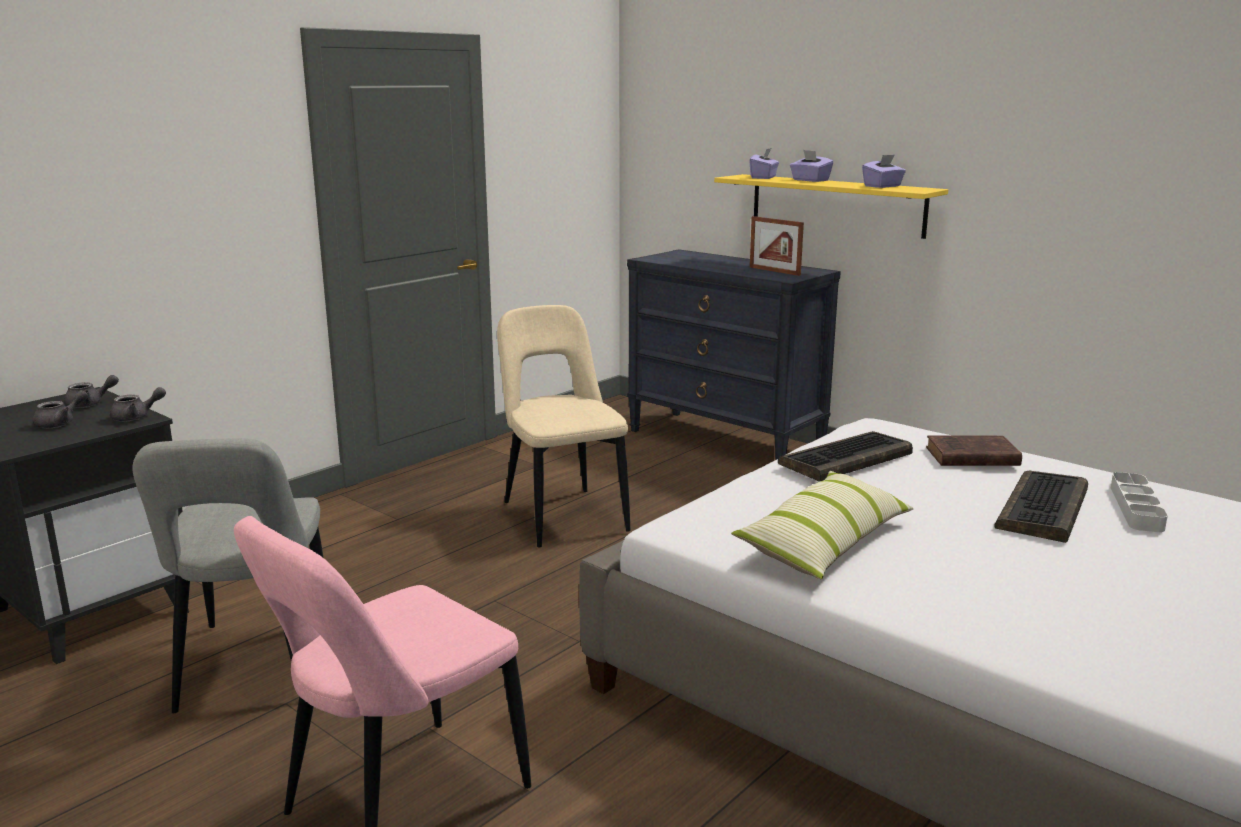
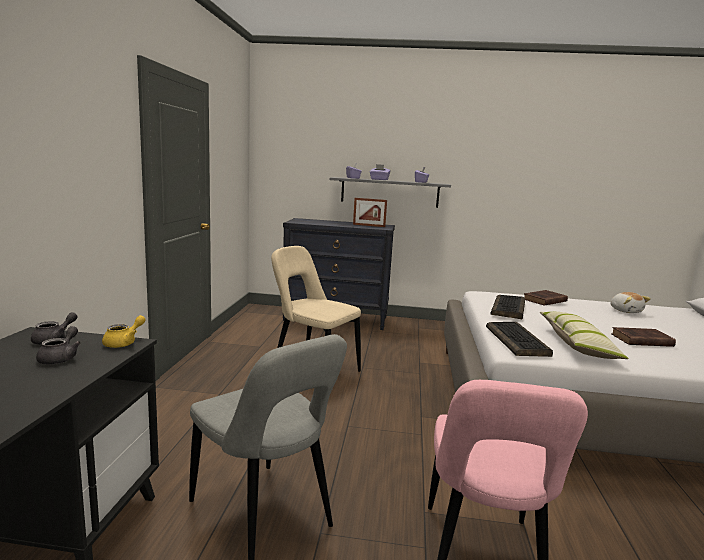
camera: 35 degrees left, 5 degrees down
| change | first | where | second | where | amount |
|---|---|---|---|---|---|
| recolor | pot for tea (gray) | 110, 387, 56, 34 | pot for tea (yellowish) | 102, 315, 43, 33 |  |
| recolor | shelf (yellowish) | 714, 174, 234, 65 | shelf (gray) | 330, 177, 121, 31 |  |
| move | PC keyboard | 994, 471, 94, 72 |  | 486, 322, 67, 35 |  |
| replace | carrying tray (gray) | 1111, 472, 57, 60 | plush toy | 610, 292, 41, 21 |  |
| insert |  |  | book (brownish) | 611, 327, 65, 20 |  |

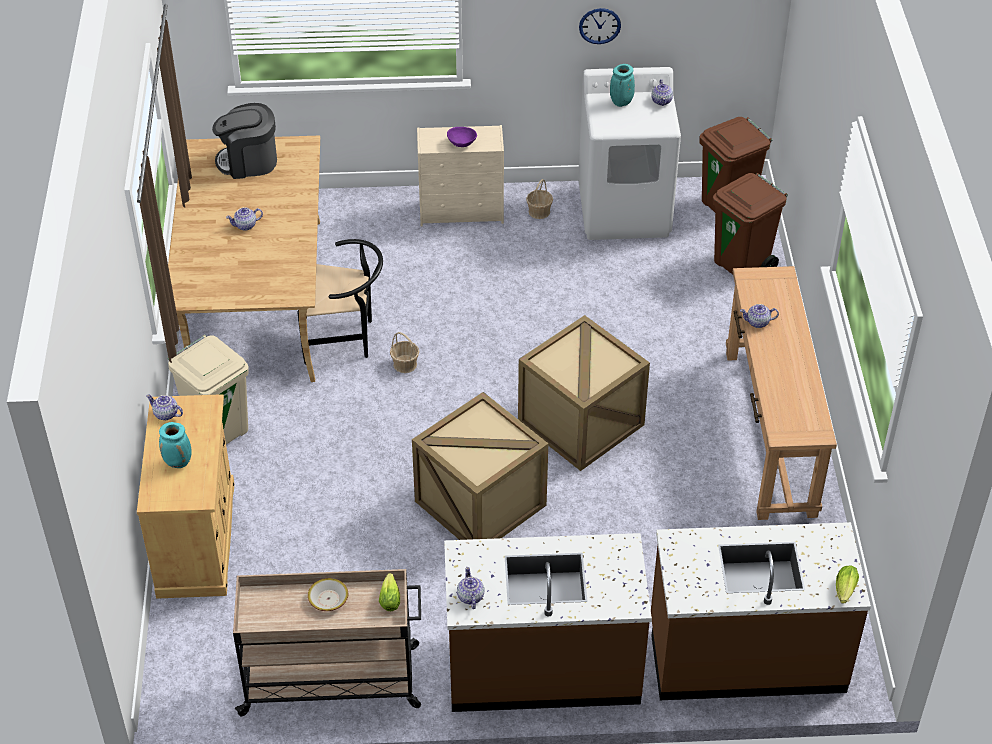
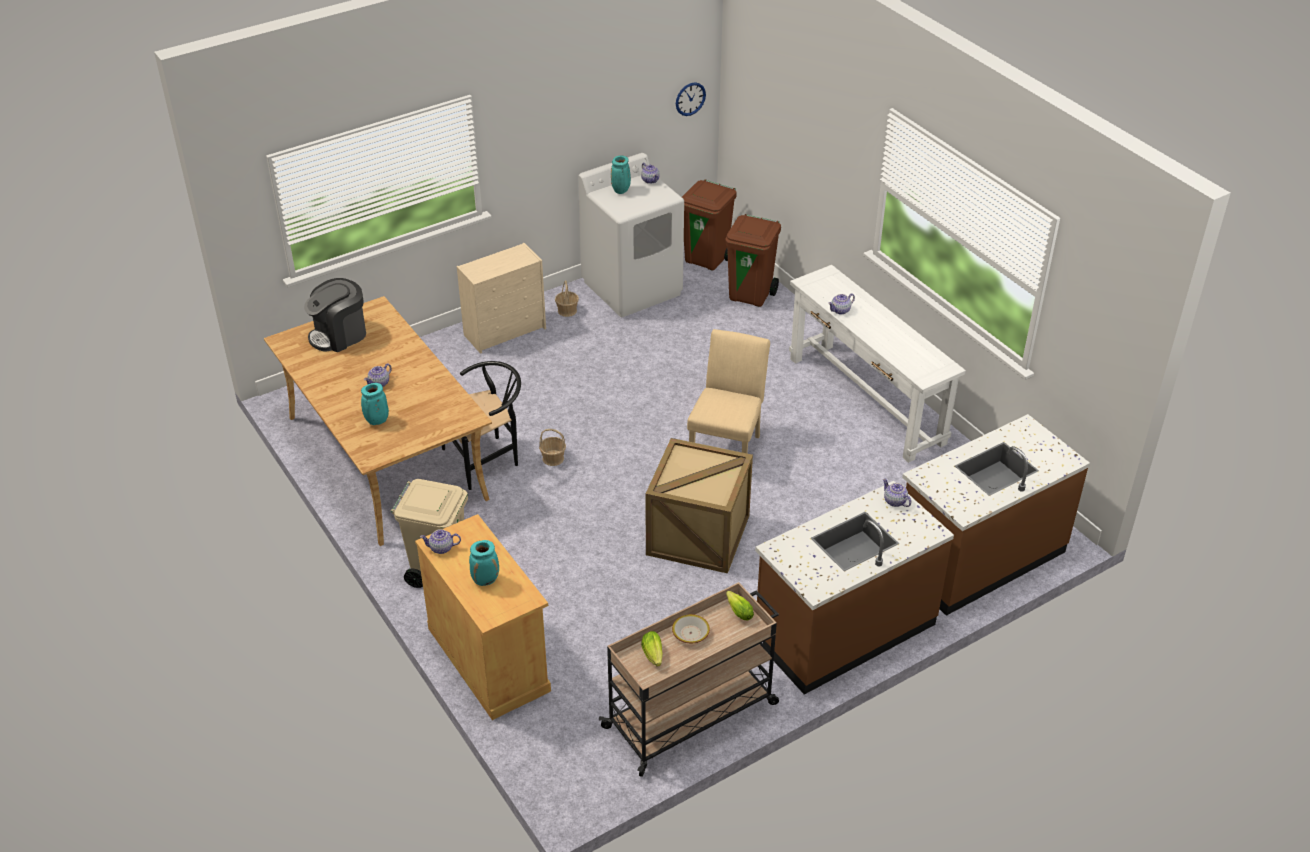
camera: 30 degrees left, 5 degrees down
| change | first | where | second | where | amount |
|---|---|---|---|---|---|
| insert |  |  | vase (turquoise) | 361, 383, 28, 42 |  |
| move | head of lettuce | 836, 566, 23, 38 |  | 641, 631, 22, 36 |  |
| move | hanging clock | 579, 8, 42, 36 |  | 676, 82, 30, 34 |  |
| replace | crate | 518, 315, 132, 156 | upright chair (sand-coloured) | 687, 329, 83, 124 |  |
| recolor | narrow table (brownish) | 726, 266, 111, 254 | narrow table (whitish) | 789, 265, 177, 198 |  |
| move | pot for tea | 457, 567, 28, 42 |  | 883, 479, 28, 28 |  |
| delete | deep dish (purple-coloured) | 447, 127, 30, 20 |  |  |  |

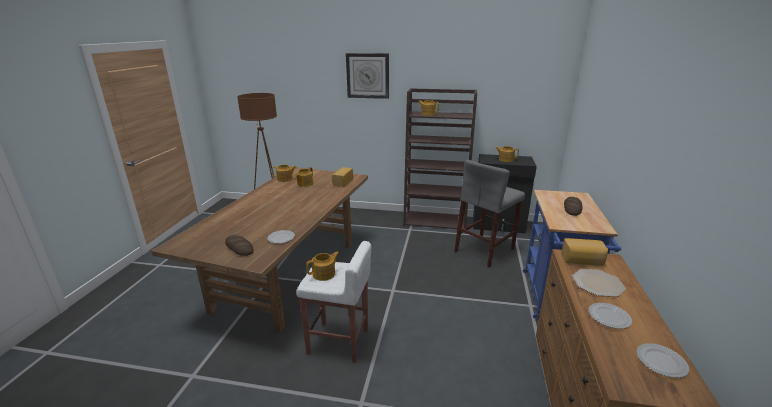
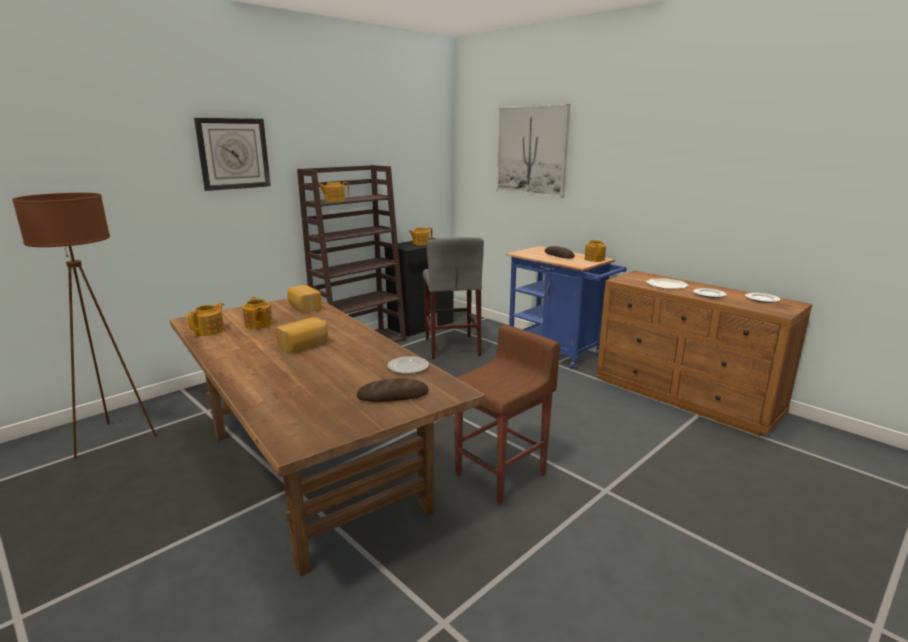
camera: 55 degrees left, 5 degrees down
| change | first | where | second | where | amount |
|---|---|---|---|---|---|
| move | bakery bread | 561, 238, 47, 28 |  | 276, 317, 52, 37 |  |
| recolor | stool seat (whitish) | 296, 241, 75, 122 | stool seat (brownish) | 454, 325, 107, 179 |  |
| insert |  |  | picture | 496, 104, 74, 94 |  |
| move | pot for tea | 306, 252, 34, 29 |  | 585, 240, 21, 22 |  |

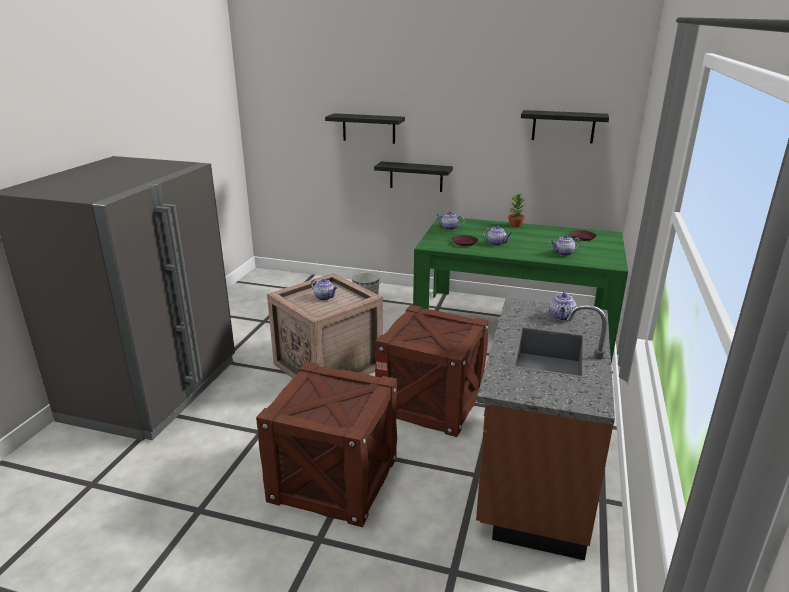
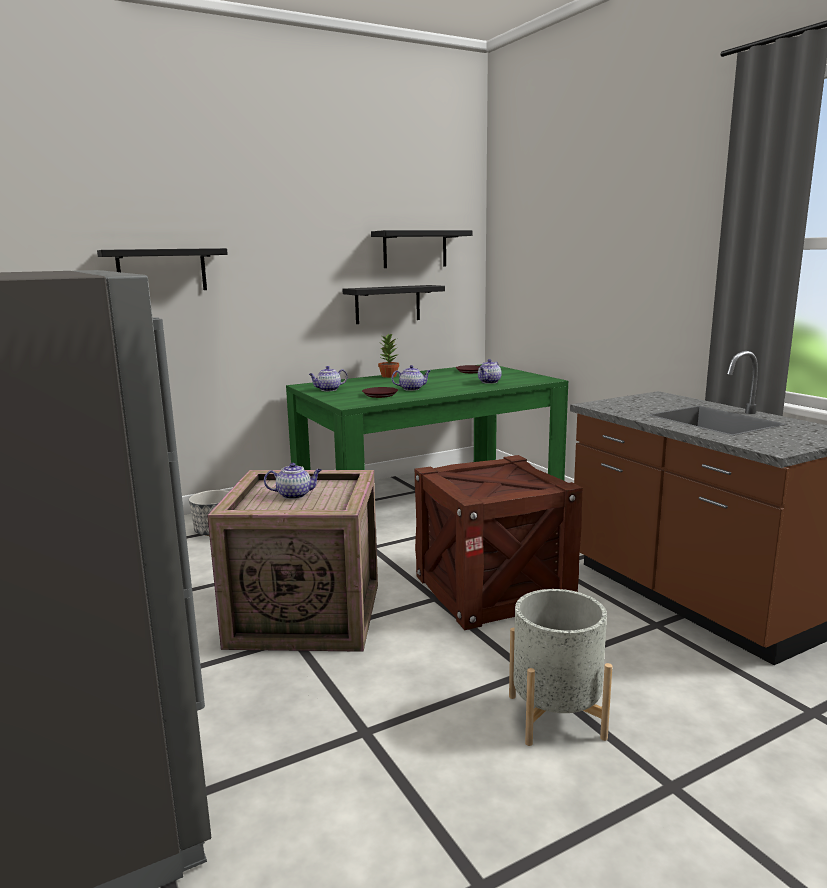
camera: 45 degrees left, 10 degrees down
| change | first | where | second | where | amount |
|---|---|---|---|---|---|
| move | shelf (black) | 374, 161, 79, 31 |  | 343, 285, 102, 39 |  |
| replace | crate | 256, 362, 141, 165 | flower pot (gray) | 509, 589, 103, 157 |  |
| delete | pot for tea | 549, 291, 28, 30 |  |  |  |

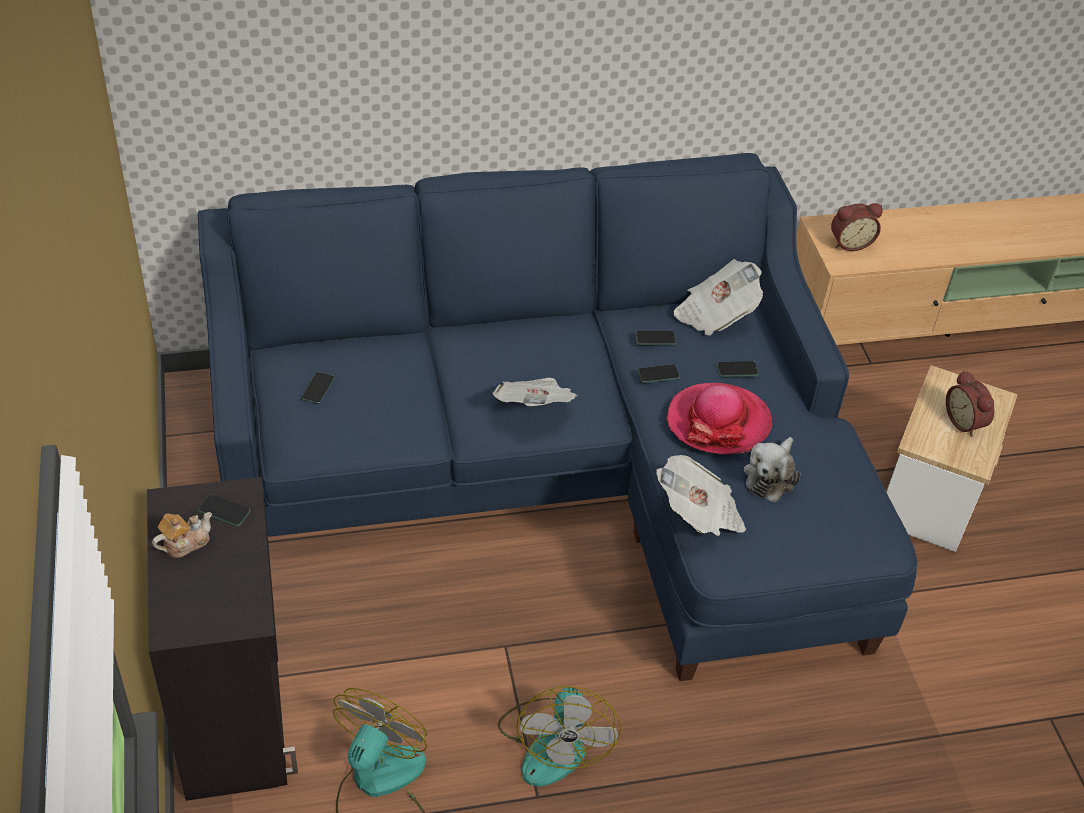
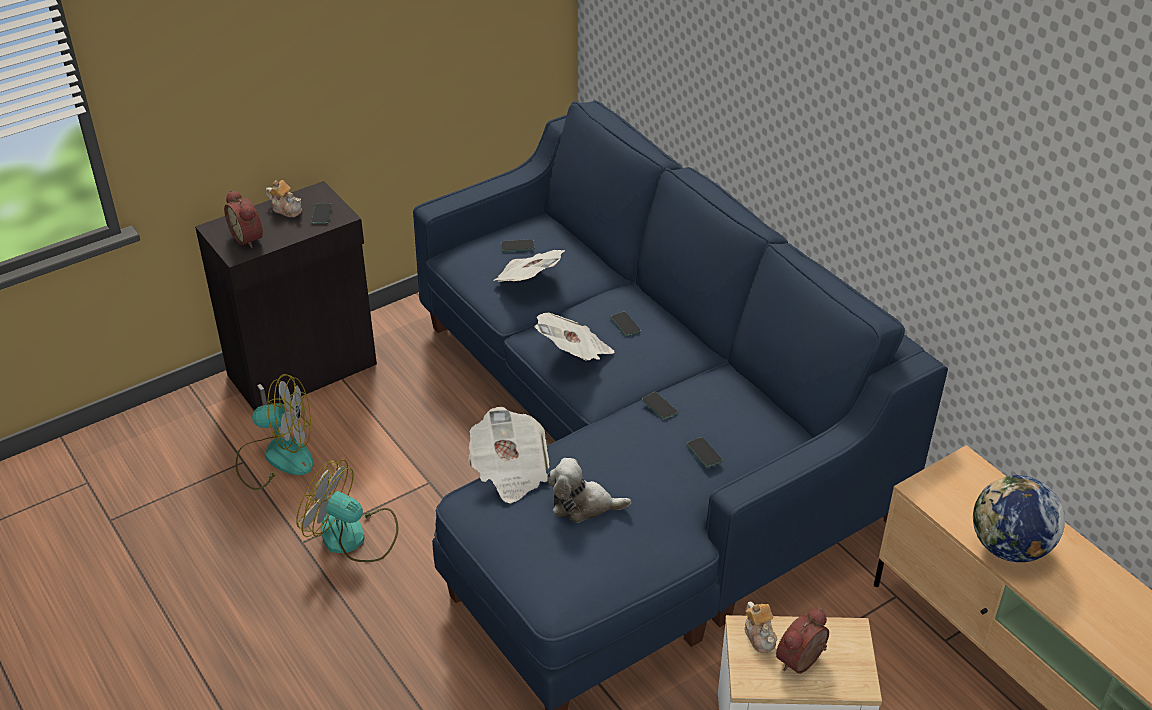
camera: 70 degrees right, 5 degrees down
| change | first | where | second | where | amount |
|---|---|---|---|---|---|
| move | table clock | 831, 203, 52, 48 |  | 224, 190, 39, 58 |  |
| rotate | cooling fan | 497, 686, 125, 101 |  | 296, 460, 102, 102 | 45 degrees clockwise |
| move | newspaper | 674, 259, 89, 77 |  | 493, 250, 72, 32 |  |
| move | telephone | 635, 331, 41, 14 |  | 610, 312, 31, 25 |  |
| insert |  |  | pot for tea | 745, 601, 32, 52 |  |
| insert |  |  | world globe | 973, 475, 92, 87 |  |
| delete | clothing hat | 667, 383, 105, 72 |  |  |  |

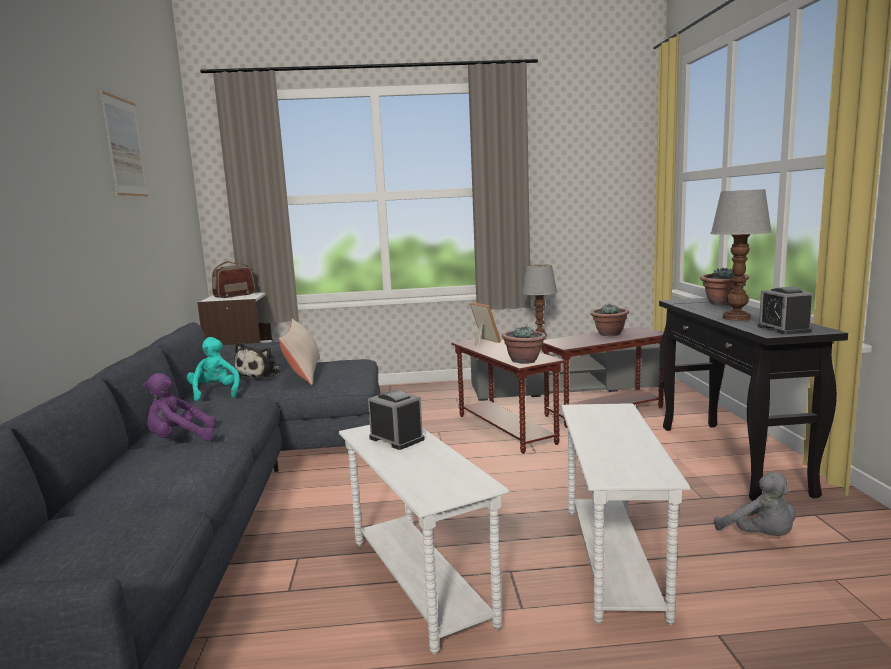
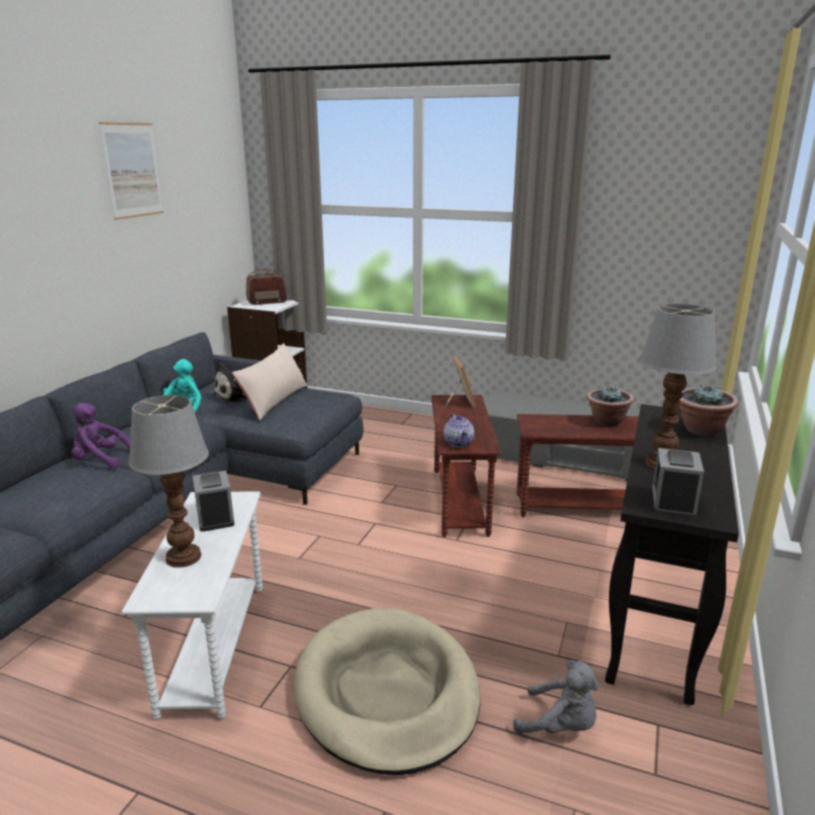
camera: 25 degrees right, 10 degrees up
| change | first | where | second | where | amount |
|---|---|---|---|---|---|
| move | tabletop lamp | 521, 264, 37, 85 |  | 129, 395, 80, 173 |  |
| replace | end table (whitish) | 561, 403, 129, 222 | pet bed (sand-coloured) | 294, 608, 186, 167 |  |
| replace | potted plant | 502, 326, 44, 38 | pot for tea | 443, 414, 31, 33 |  |
| rotate | plush toy (gray) | 714, 472, 82, 64 |  | 513, 660, 86, 74 | 60 degrees counterclockwise |

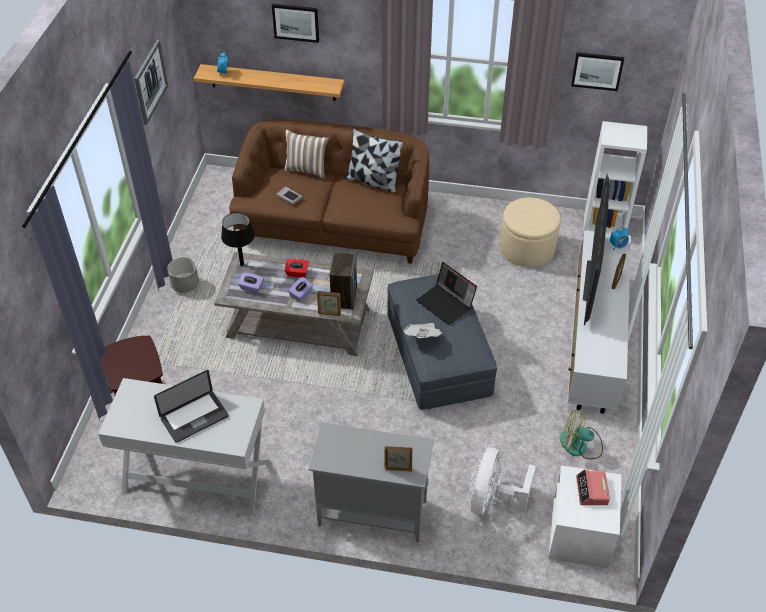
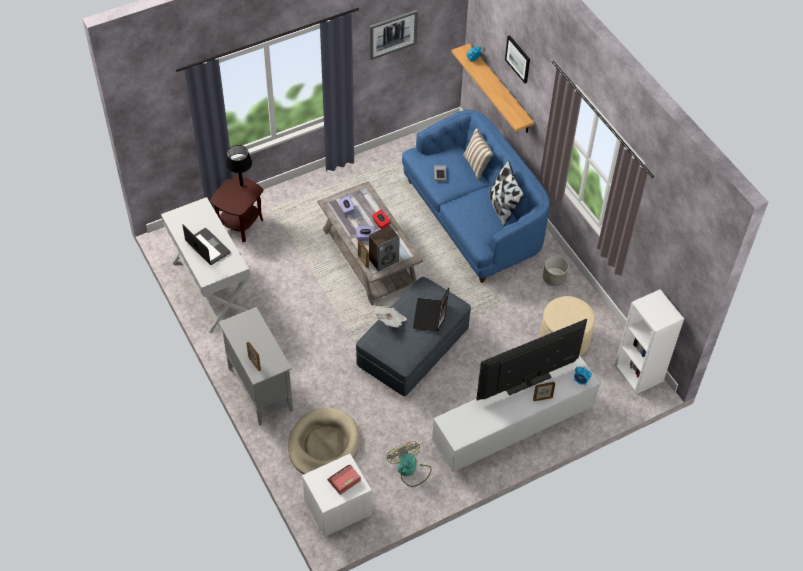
camera: 50 degrees right, 5 degrees up
| change | first | where | second | where | amount |
|---|---|---|---|---|---|
| rotate | laptop | 154, 370, 75, 73 |  | 182, 224, 48, 41 | 150 degrees counterclockwise |
| move | tabletop lamp (black) | 221, 212, 34, 54 |  | 226, 145, 26, 41 |  |
| replace | cooling fan (whitish) | 469, 448, 67, 67 | pet bed (sand-coloured) | 288, 408, 72, 66 |  |
| recolor | settee (brownish) | 229, 119, 200, 145 | settee (blue-coloured) | 402, 110, 147, 173 |  |
| move | flower pot (gray) | 167, 257, 32, 36 |  | 543, 256, 26, 30 |  |
| delete | picture | 571, 52, 53, 39 |  |  |  |

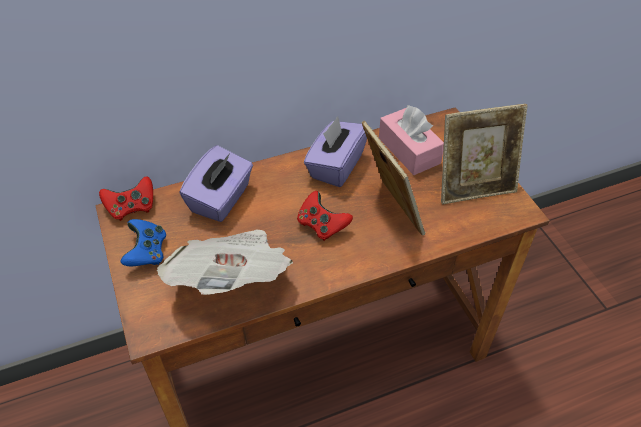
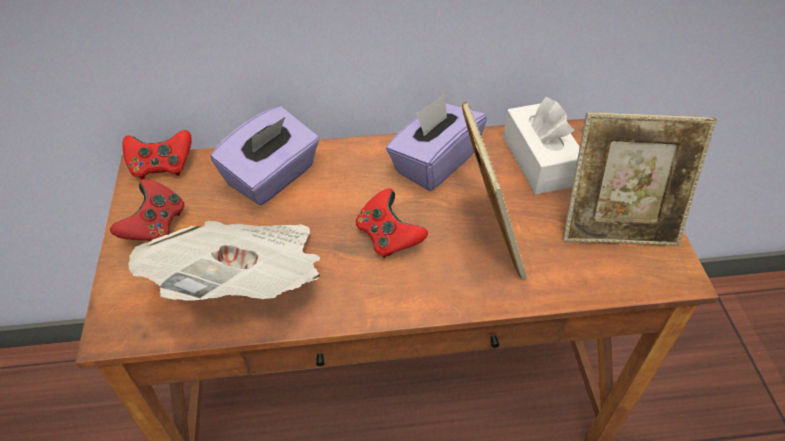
camera: 15 degrees right, 0 degrees up
| change | first | where | second | where | amount |
|---|---|---|---|---|---|
| recolor | game controller (blue-coloured) | 120, 219, 46, 47 | game controller (red) | 110, 179, 74, 62 |  |
| recolor | tissue box (pinkish) | 379, 105, 65, 70 | tissue box (whitish) | 503, 97, 77, 97 |  |

